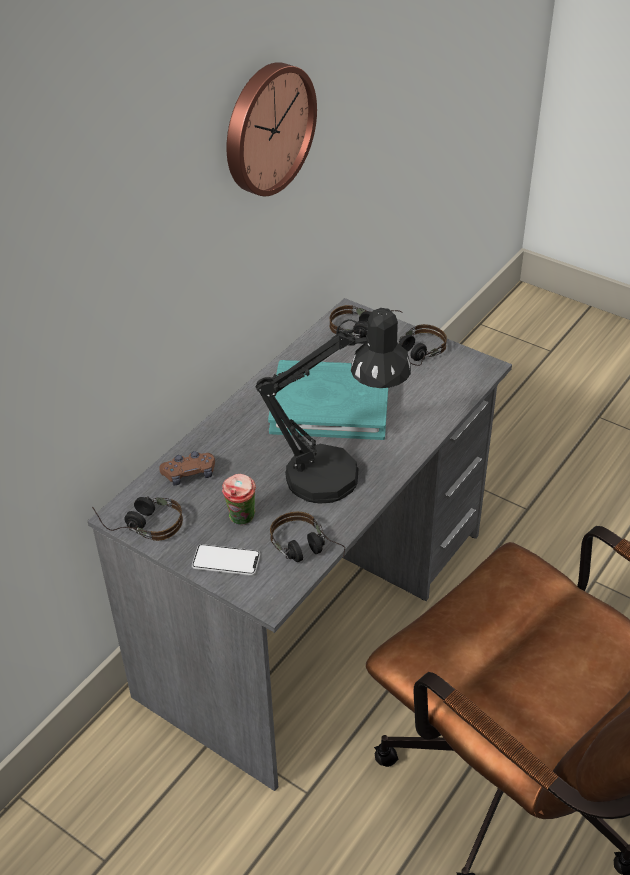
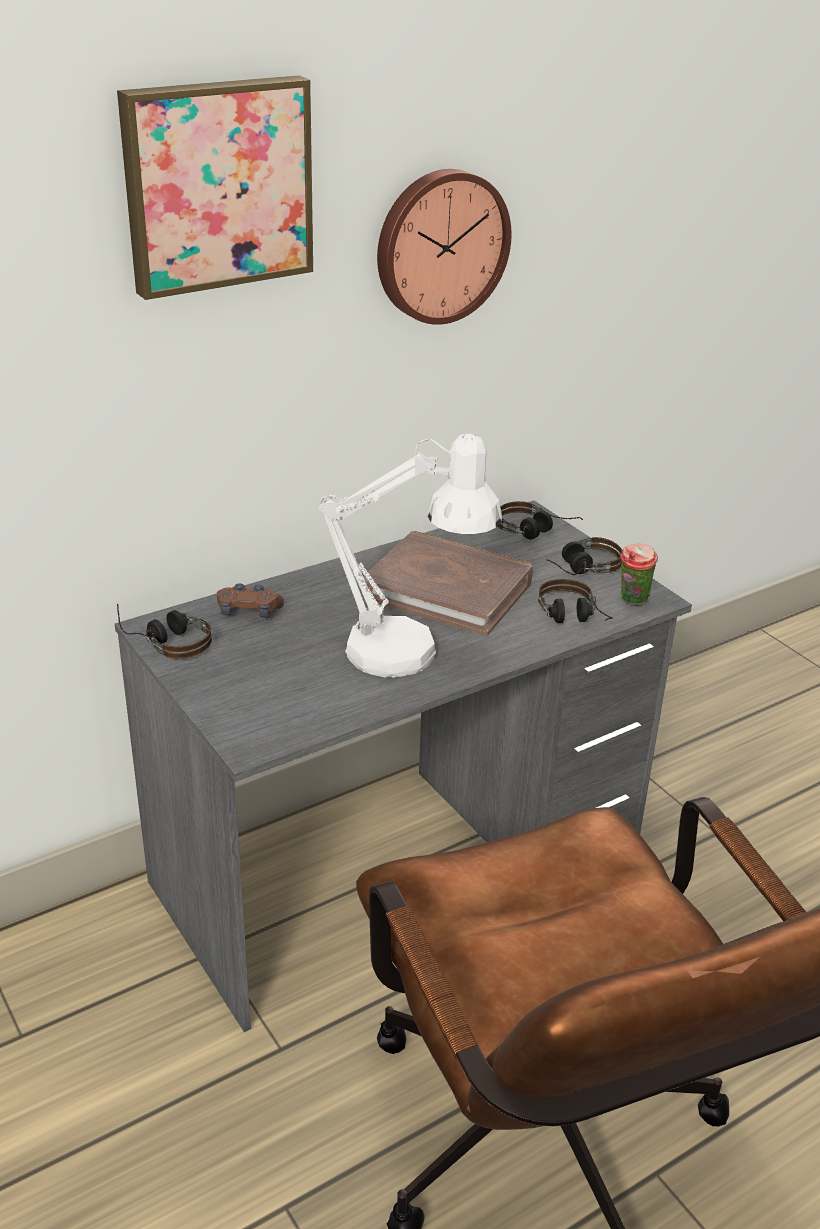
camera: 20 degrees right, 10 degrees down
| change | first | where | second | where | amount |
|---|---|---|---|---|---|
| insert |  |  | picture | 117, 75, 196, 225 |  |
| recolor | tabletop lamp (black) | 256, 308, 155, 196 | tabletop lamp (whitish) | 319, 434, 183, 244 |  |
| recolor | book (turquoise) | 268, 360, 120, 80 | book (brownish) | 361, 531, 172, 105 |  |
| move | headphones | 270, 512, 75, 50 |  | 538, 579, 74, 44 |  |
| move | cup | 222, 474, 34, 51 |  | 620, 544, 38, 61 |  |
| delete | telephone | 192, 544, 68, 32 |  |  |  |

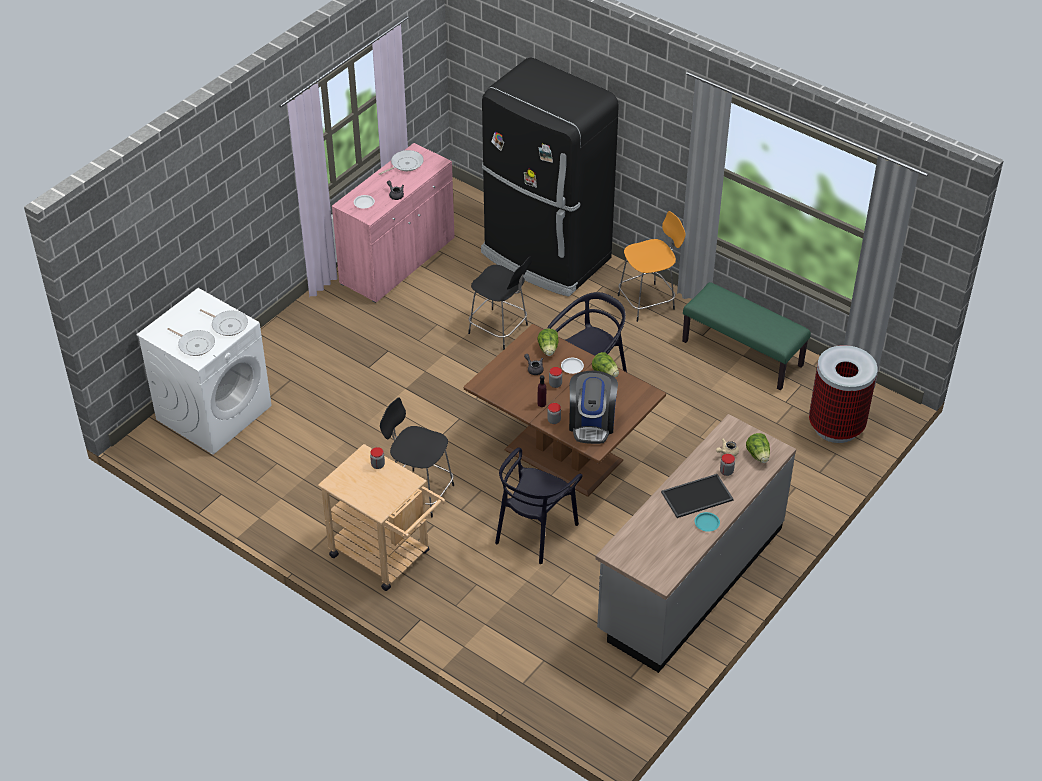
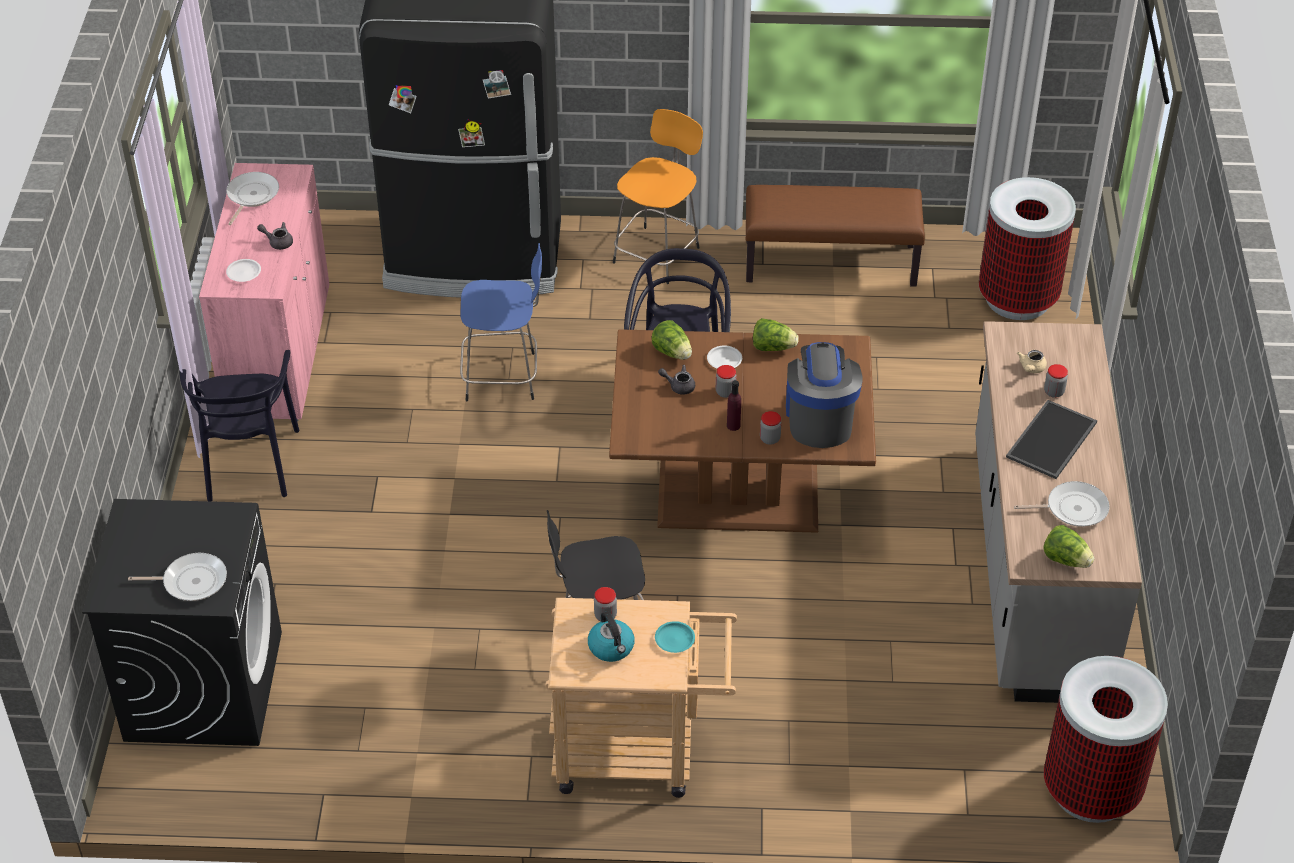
camera: 35 degrees left, 0 degrees up
| change | first | where | second | where | amount |
|---|---|---|---|---|---|
| recolor | laundry appliance (whitish) | 136, 288, 136, 167 | laundry appliance (black) | 82, 499, 200, 247 |  |
| move | upright chair (black) | 495, 447, 88, 117 |  | 180, 350, 119, 151 |  |
| recolor | stool seat (black) | 468, 256, 64, 94 | stool seat (blue-coloured) | 460, 243, 82, 158 |  |
| insert |  |  | kettle | 588, 611, 47, 51 |  |
| move | flat dish (turquoise) | 695, 512, 25, 20 |  | 655, 621, 40, 32 |  |
| recolor | long seat (green-coloured) | 682, 282, 129, 108 | long seat (brownish) | 746, 185, 179, 102 |  |
| rotate | coffee machine | 569, 371, 49, 73 |  | 786, 342, 77, 106 | 150 degrees counterclockwise |
| move | frying pan | 200, 309, 48, 27 |  | 1014, 481, 96, 46 |  |
| move | head of lettuce | 746, 433, 24, 30 |  | 1044, 525, 50, 43 |  |
| insert |  |  | waste bin | 1044, 656, 124, 167 |  |

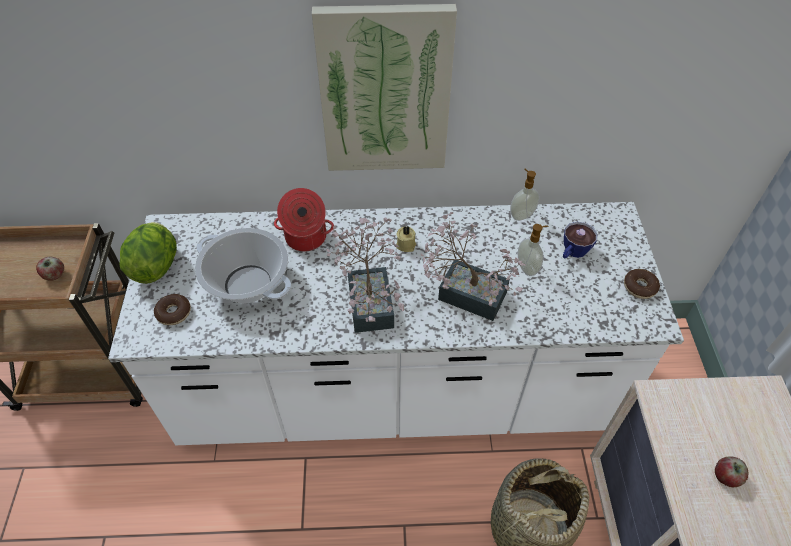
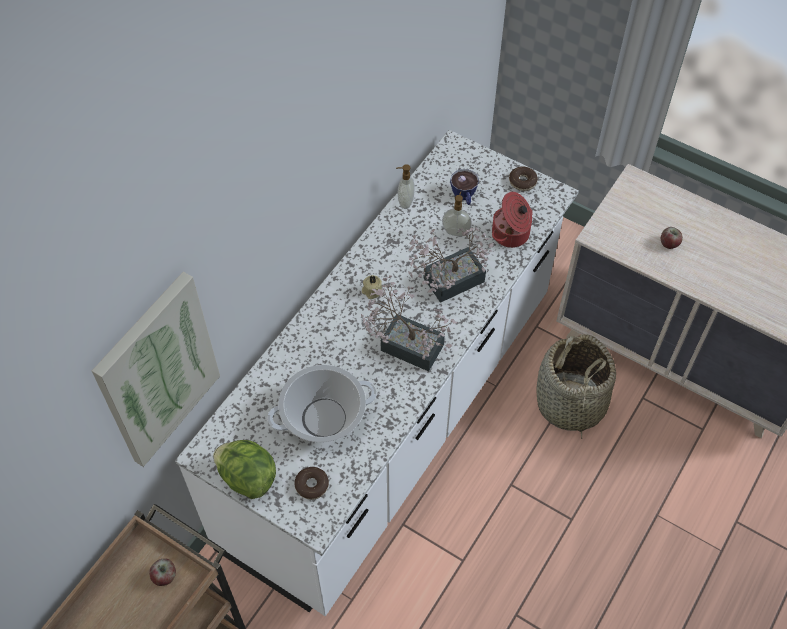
camera: 55 degrees left, 5 degrees up
| change | first | where | second | where | amount |
|---|---|---|---|---|---|
| move | picture | 312, 4, 145, 167 |  | 92, 272, 128, 195 |  |
| move | cooking pot | 274, 188, 60, 64 |  | 492, 192, 41, 56 |  |

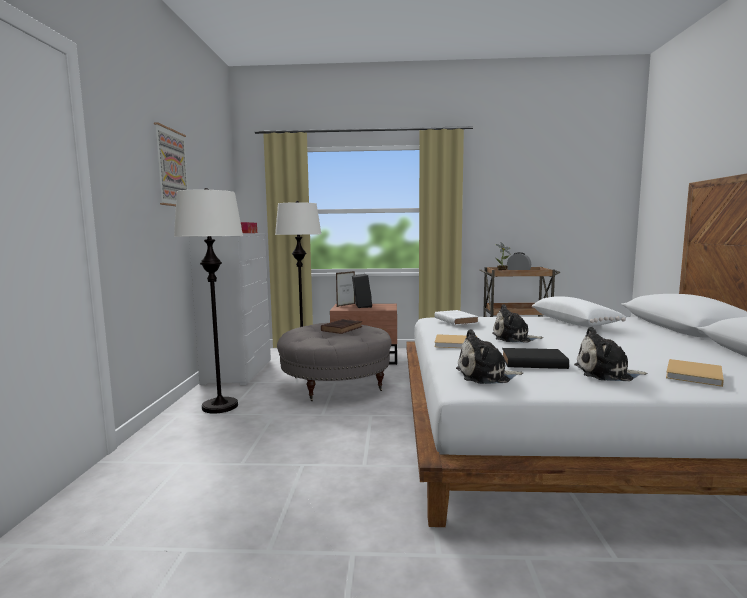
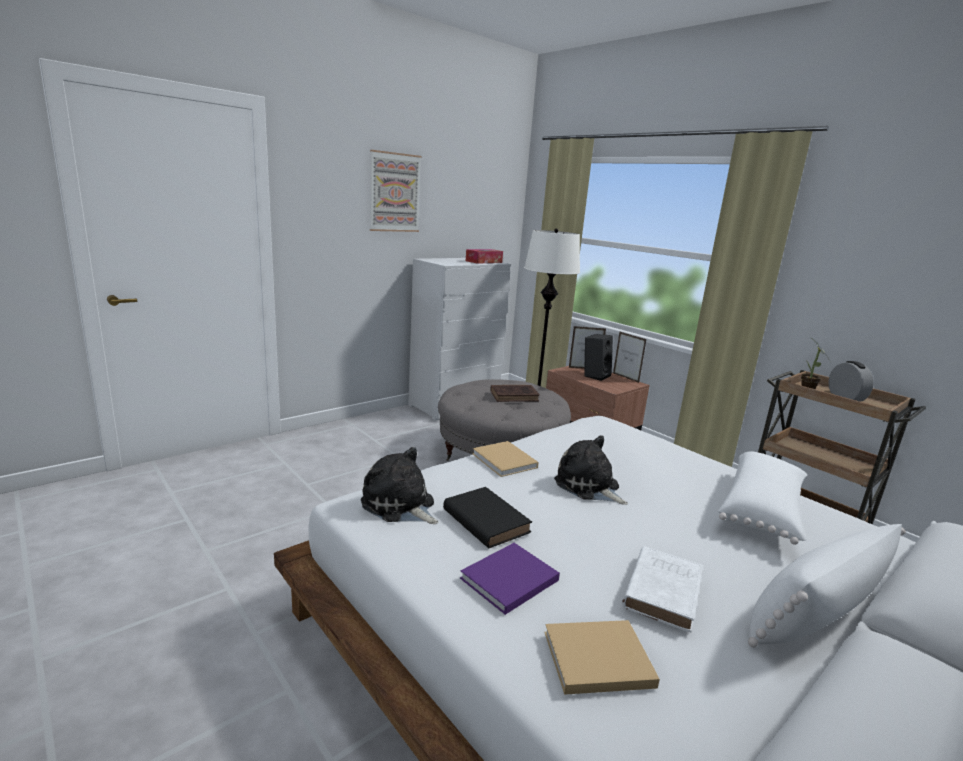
camera: 45 degrees right, 10 degrees up
| change | first | where | second | where | amount |
|---|---|---|---|---|---|
| replace | plush toy | 574, 327, 74, 54 | book (purple-coloured) | 460, 543, 100, 72 |  |
| insert |  |  | picture frame | 613, 332, 34, 51 |  |
| move | book (whitish) | 434, 310, 45, 15 |  | 622, 546, 81, 86 |  |
| insert |  |  | cushion (whitish) | 748, 524, 158, 124 |  |
| delete | standing lamp (whitish) | 174, 188, 69, 226 |  |  |  |

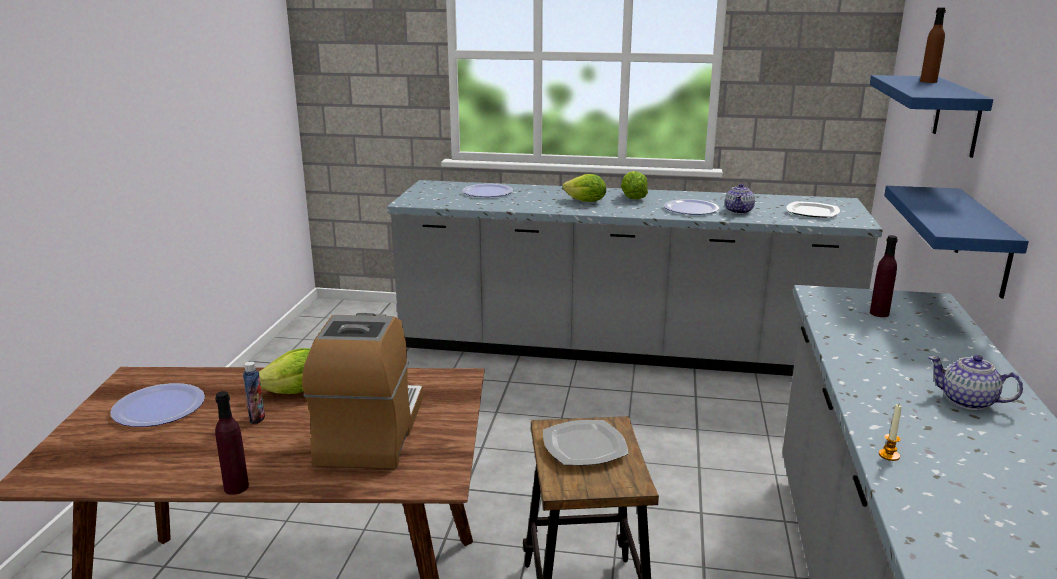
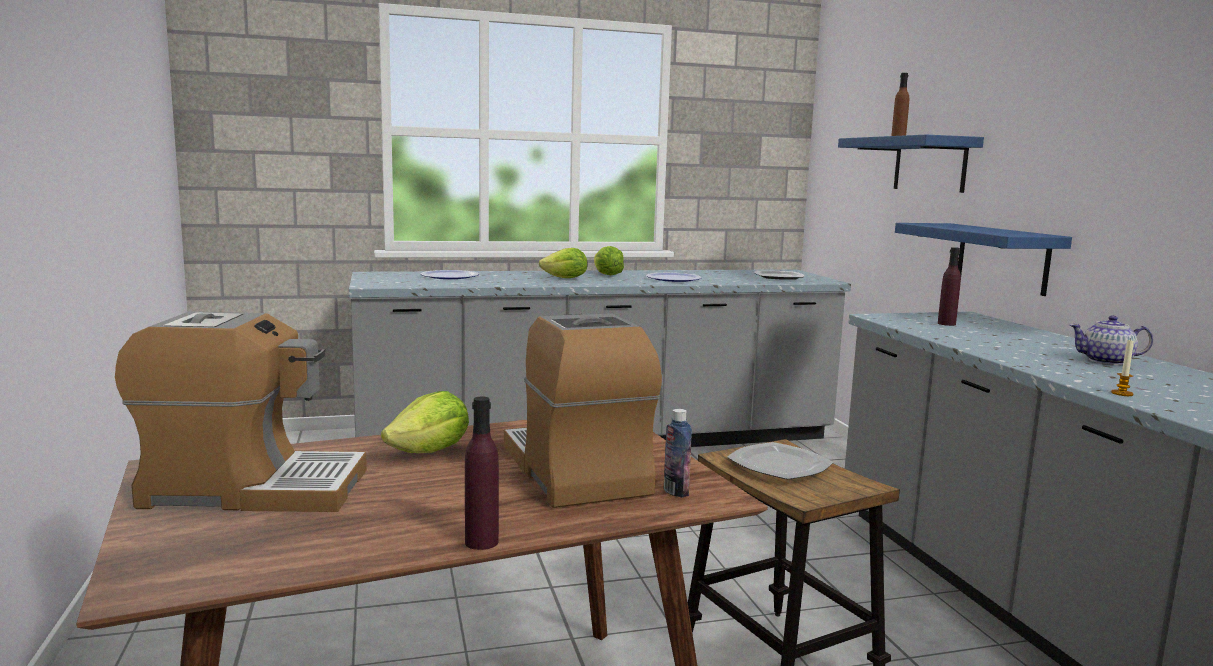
camera: 25 degrees left, 10 degrees down
| change | first | where | second | where | amount |
|---|---|---|---|---|---|
| replace | flat dish | 110, 383, 95, 44 | coffee machine | 115, 311, 252, 201 |  |
| move | beverage bottle | 243, 361, 22, 63 |  | 664, 409, 28, 89 |  |
| delete | pot for tea | 725, 184, 30, 30 |  |  |  |

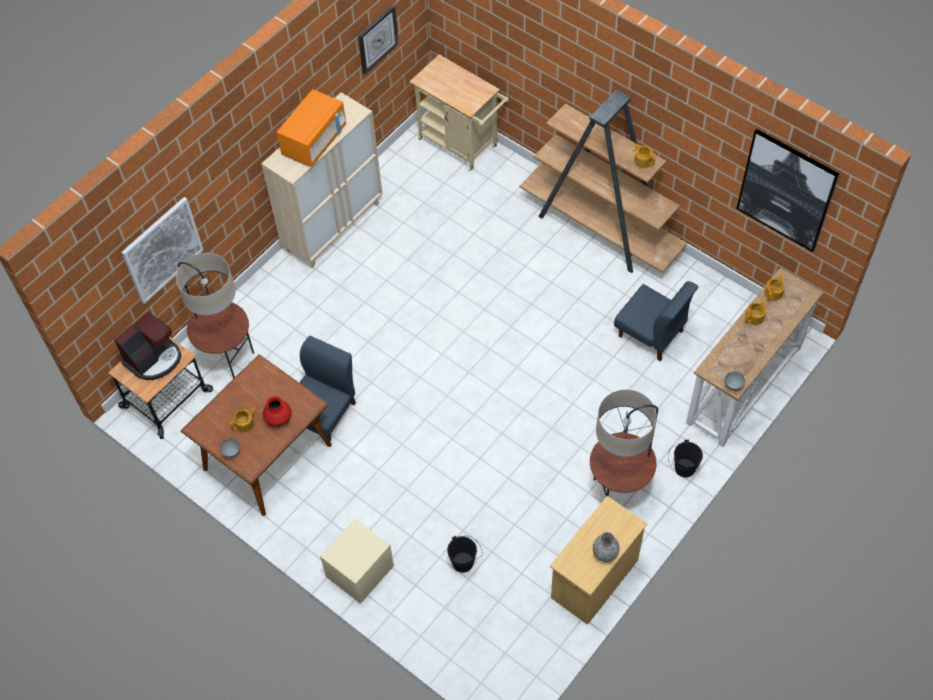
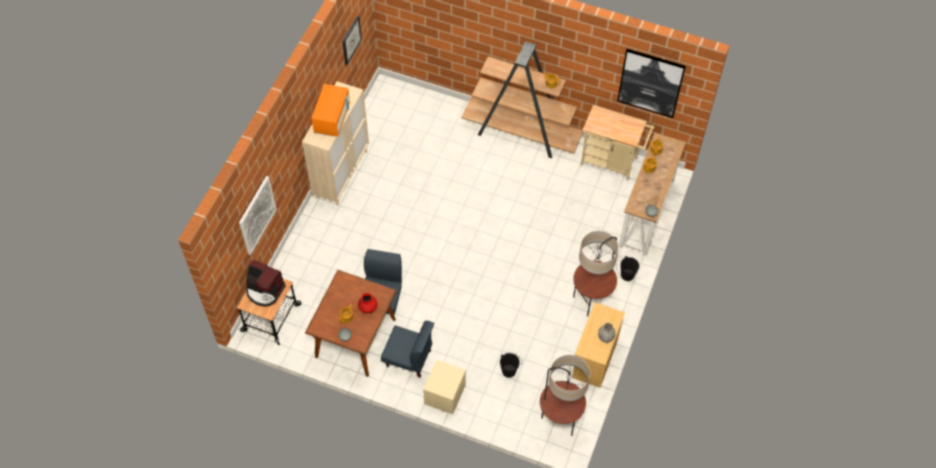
camera: 20 degrees left, 0 degrees up
| change | first | where | second | where | amount |
|---|---|---|---|---|---|
| rotate | coffee machine | 114, 313, 67, 67 |  | 246, 259, 40, 48 | 90 degrees clockwise |
| move | upright chair (blue-coloured) | 614, 281, 85, 80 |  | 381, 321, 53, 57 |  |
| move | standing lamp | 176, 253, 78, 126 |  | 540, 355, 50, 81 |  |
| move | wheeled cart (sand-coloured) | 410, 55, 99, 116 |  | 581, 105, 74, 76 |  |

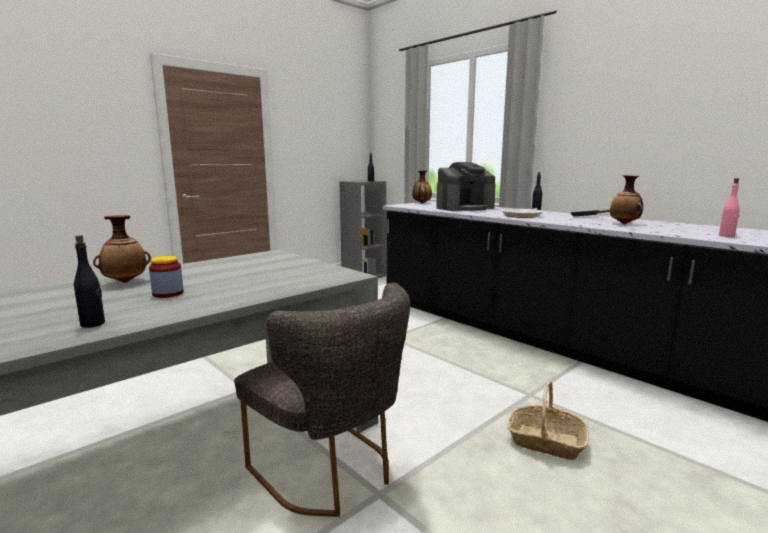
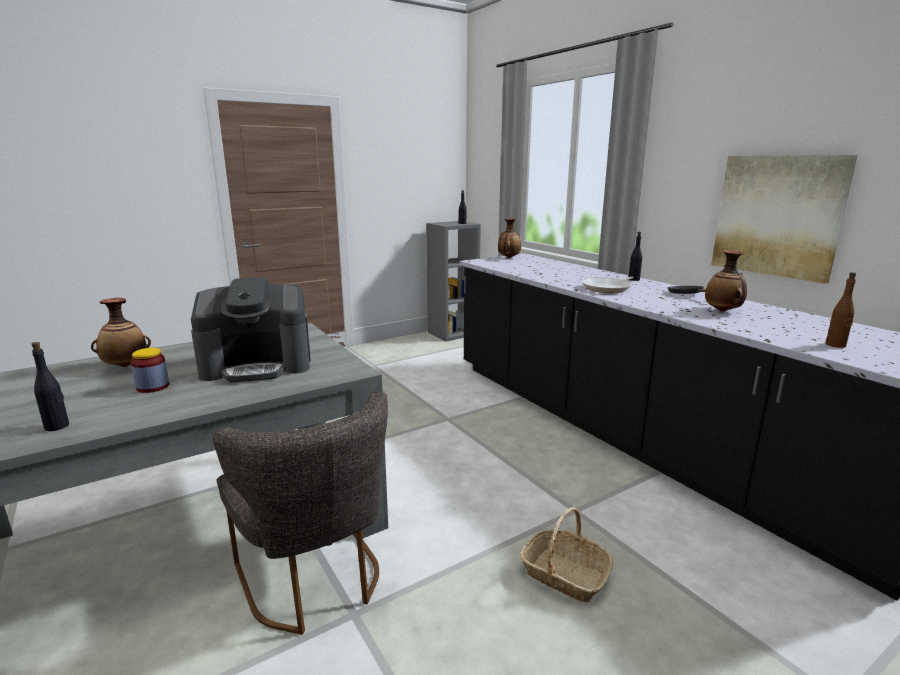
camera: 10 degrees right, 5 degrees up
| change | first | where | second | where | amount |
|---|---|---|---|---|---|
| move | coffee machine | 436, 162, 60, 49 |  | 191, 277, 120, 105 |  |
| insert |  |  | picture | 711, 155, 147, 129 |  |
| recolor | beverage bottle (pinkish) | 719, 178, 21, 59 | beverage bottle (brownish) | 826, 272, 30, 76 |  |

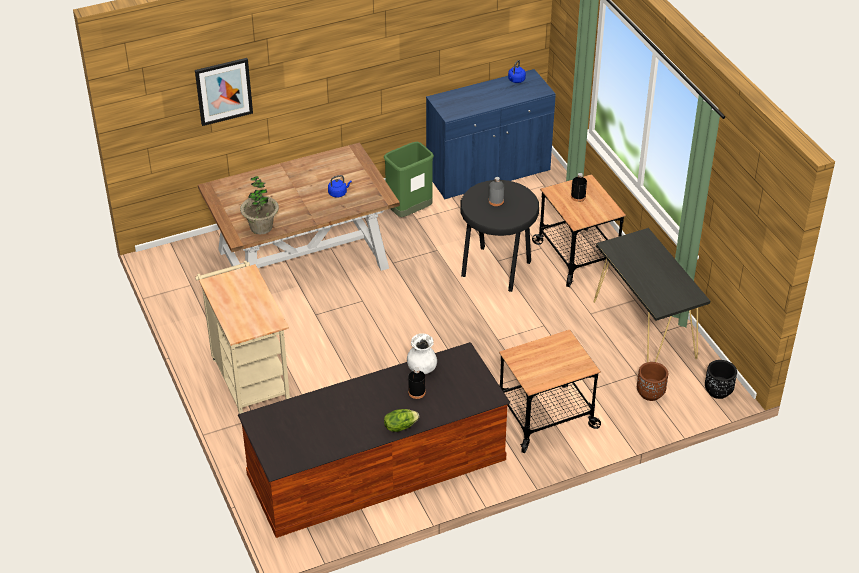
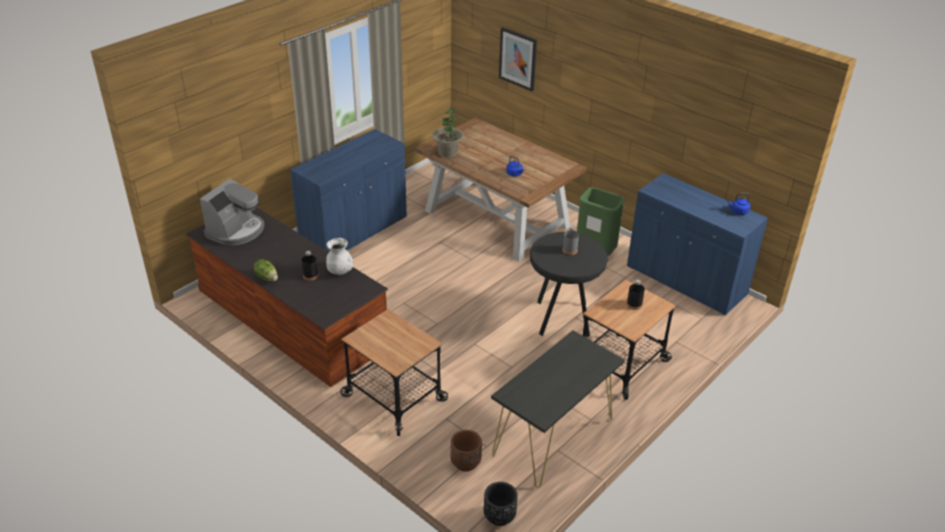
camera: 65 degrees right, 5 degrees down
| change | first | where | second | where | amount |
|---|---|---|---|---|---|
| insert |  |  | coffee machine | 200, 178, 64, 67 |  |
| replace | wheeled cart (sand-coloured) | 195, 261, 96, 153 | storage cabinet (blue-coloured) | 290, 129, 117, 123 |  |

